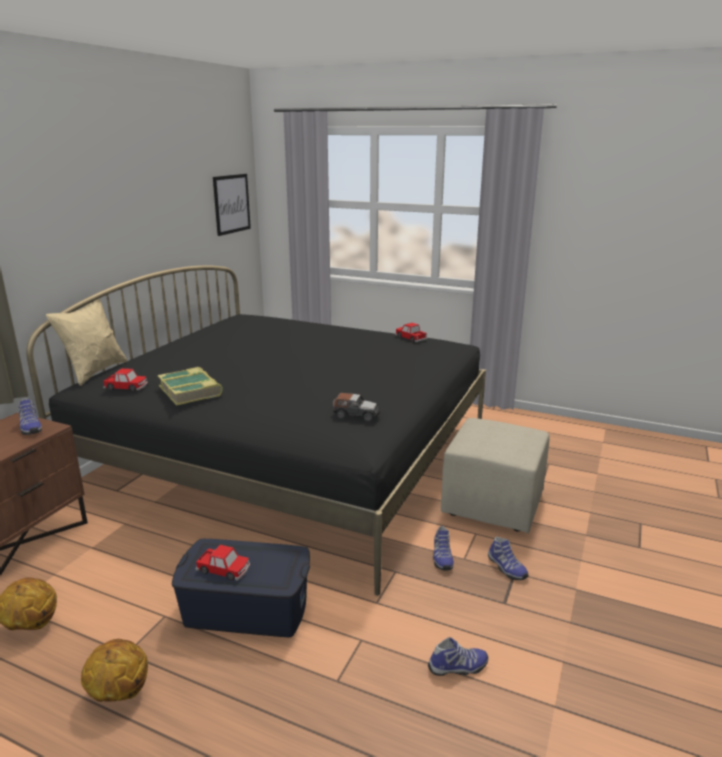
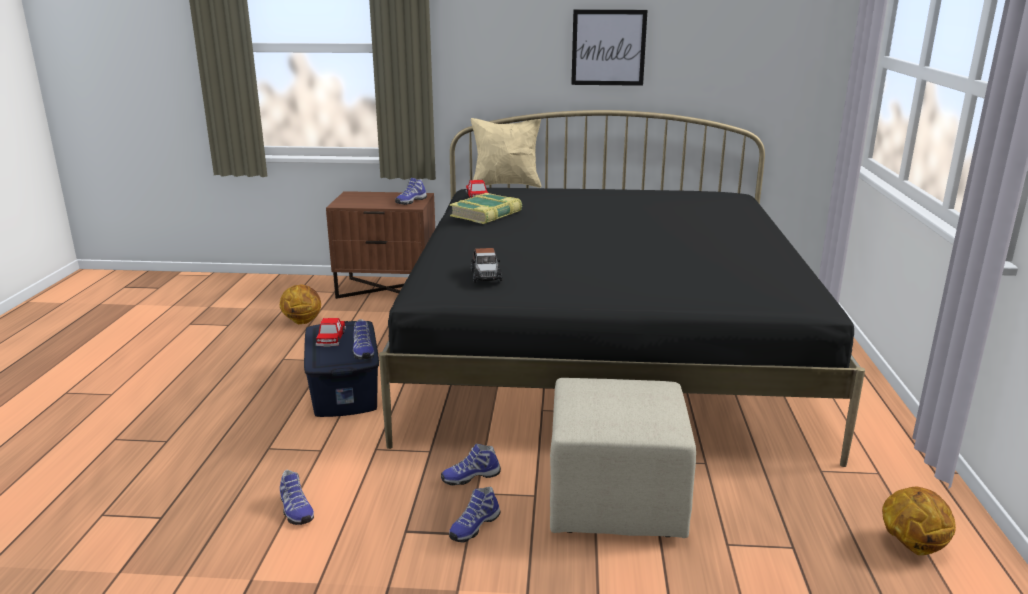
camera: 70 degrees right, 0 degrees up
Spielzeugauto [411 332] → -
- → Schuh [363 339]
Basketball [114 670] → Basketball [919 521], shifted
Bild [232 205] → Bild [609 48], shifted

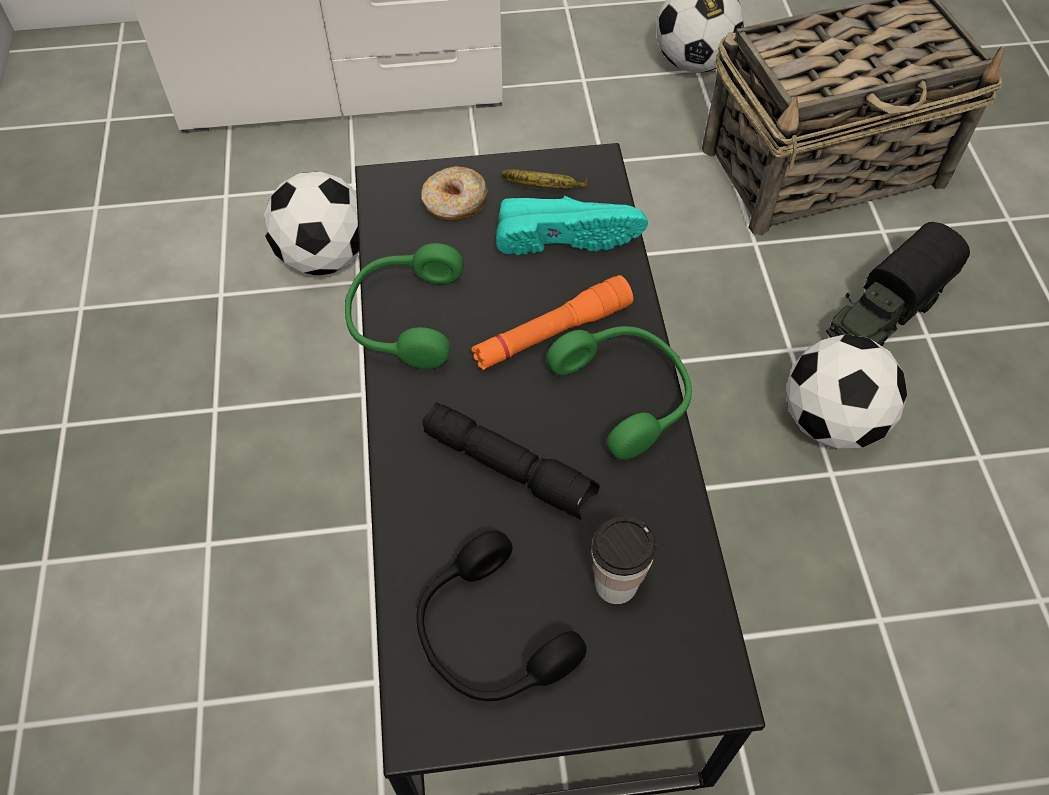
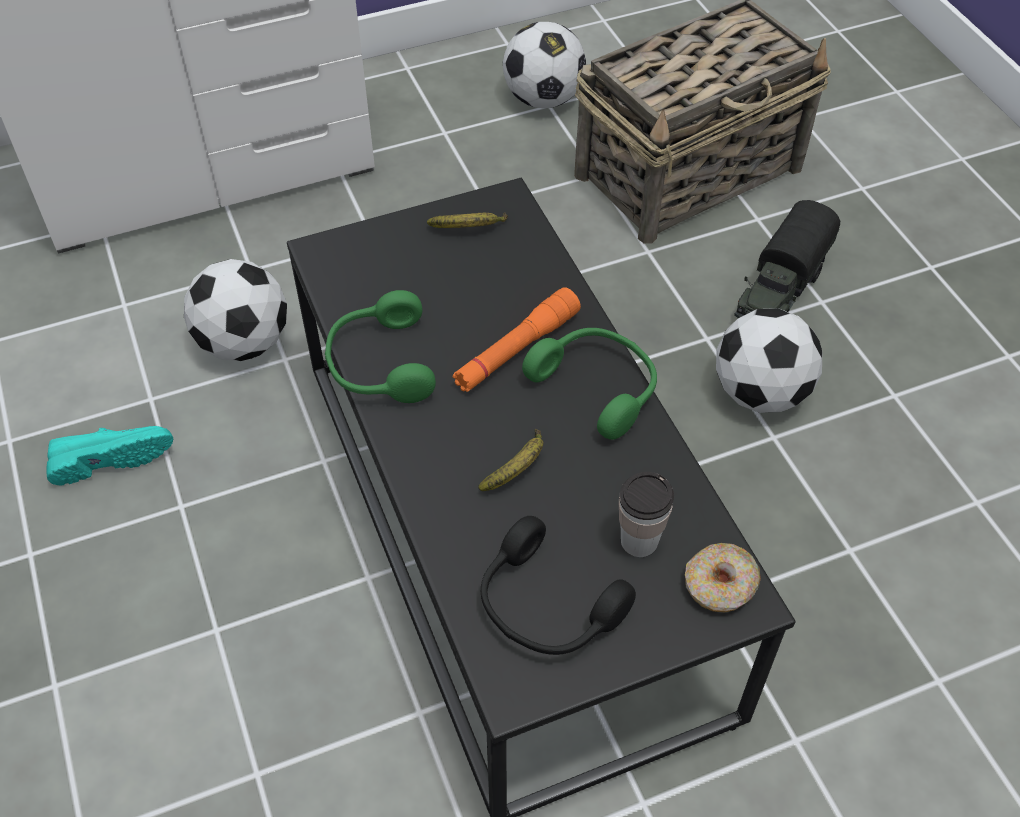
camera: 15 degrees left, 5 degrees down
Donut [454 193] → Donut [723 577], shifted
Schuh [türkis] [572 225] → Schuh [türkis] [109 455], shifted
Taschenlampe [schwarz] [511 461] → Banane [511 460]

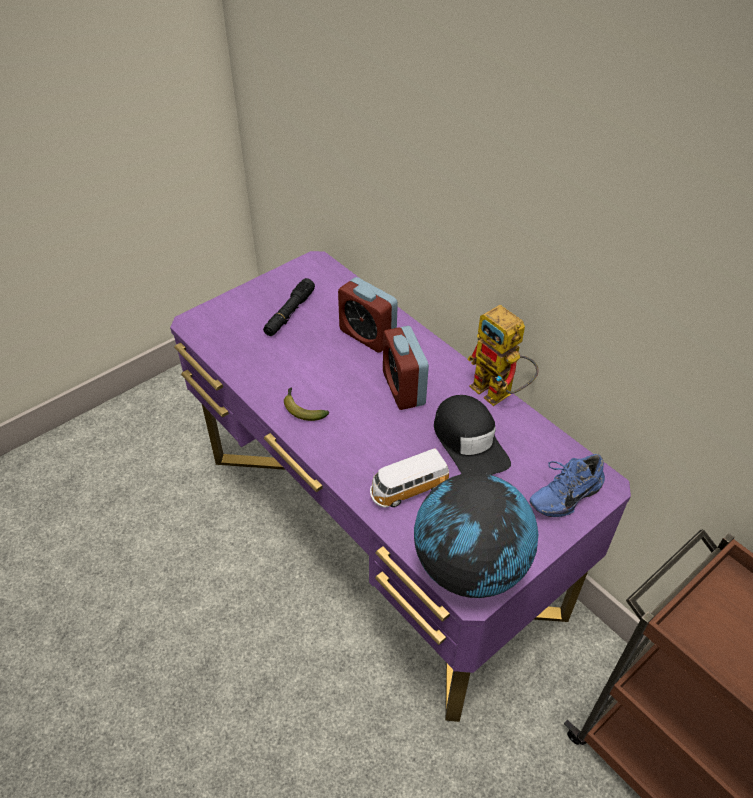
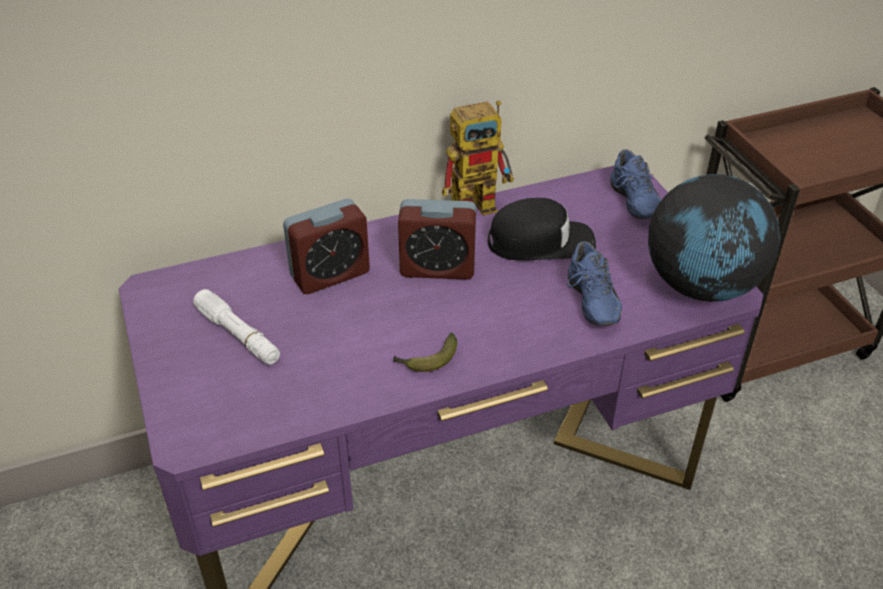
camera: 70 degrees left, 5 degrees down
Spielzeugauto [409 478] → Schuh [blau] [594 283]
Taschenlampe [schwarz] [289 307] → Taschenlampe [weiß] [236 327]

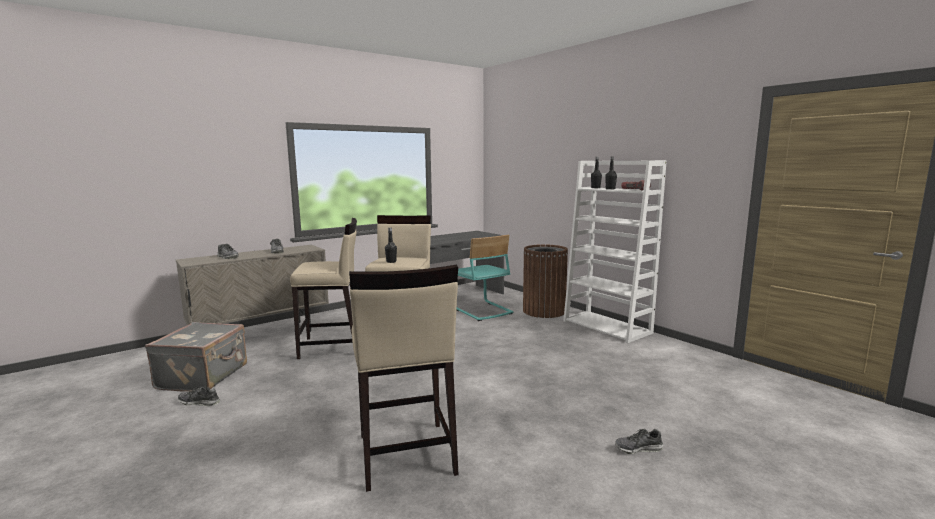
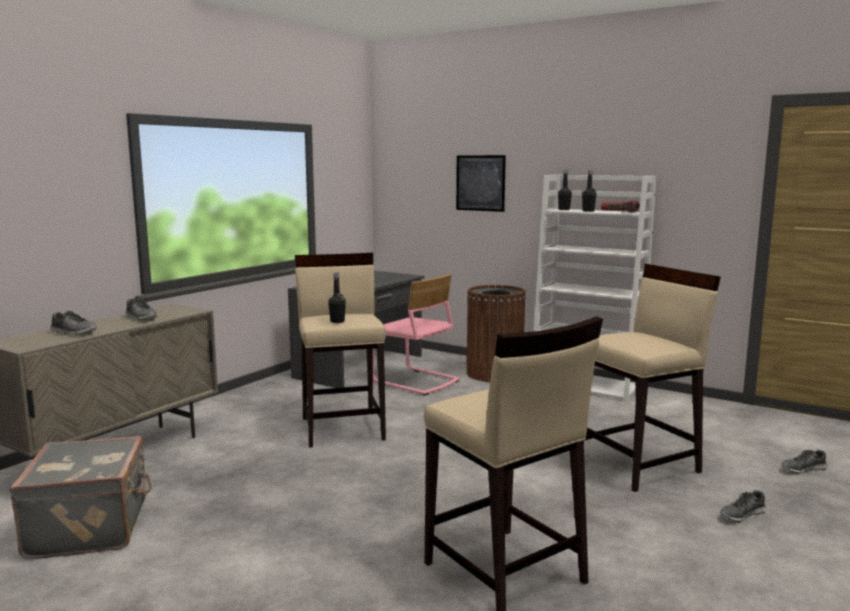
camera: 20 degrees left, 0 degrees up
- → Bild [481 183]
Schuh [199 396] → Schuh [804 461], shifted
Hocker [beige] [323 288] → Hocker [beige] [653 378], shifted
Stuhl [türkis] [485 278] → Stuhl [rosa] [416 335]

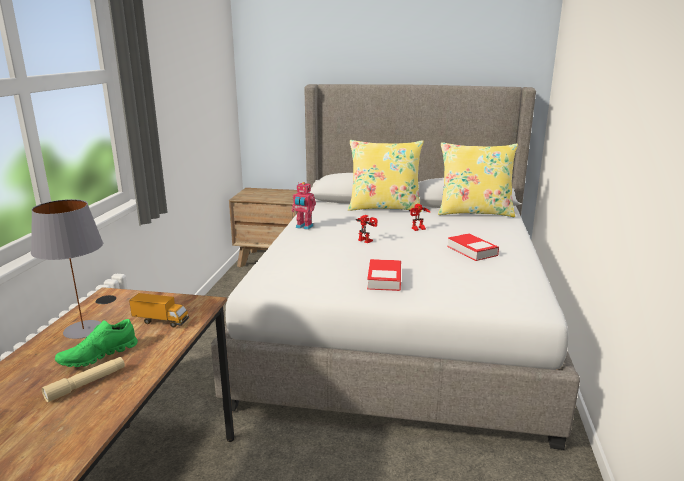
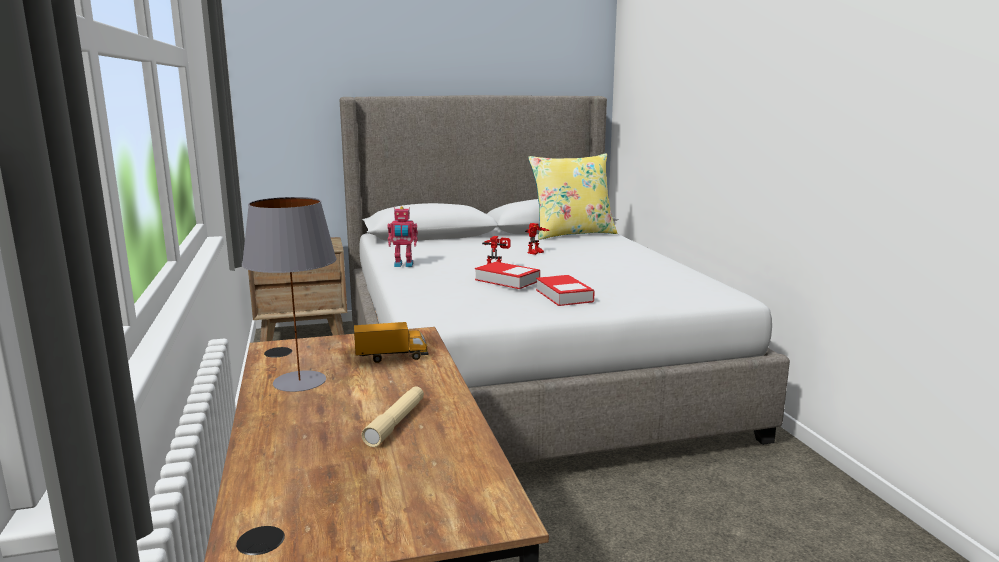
camera: 25 degrees left, 5 degrees down
Schuh [grün] [96 343] → -
Kissen [gelb] [386 176] → -
Buch [473 247] → Buch [507 275], shifted

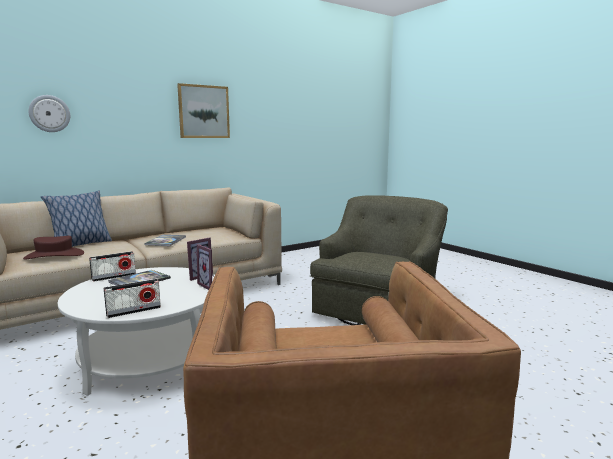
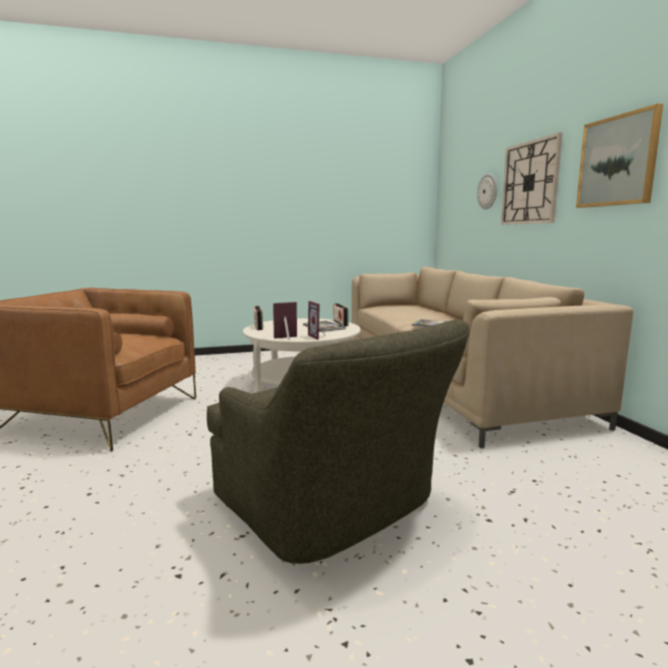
camera: 110 degrees right, 0 degrees up
Hut [braun] [53 248] → -
Kissen [76 219] → -
- → Wanduhr [532 178]

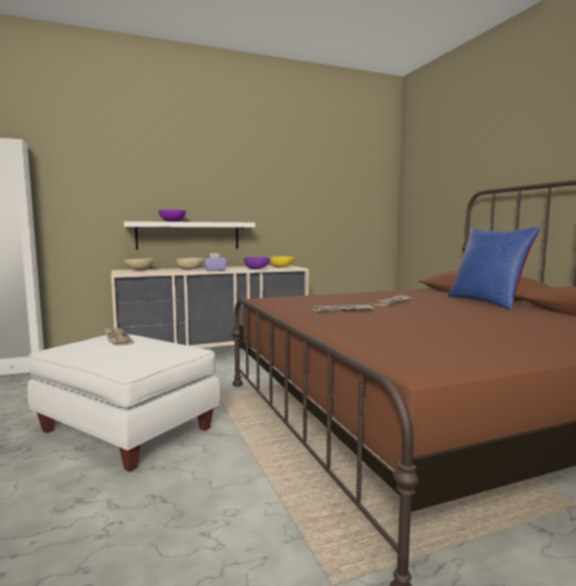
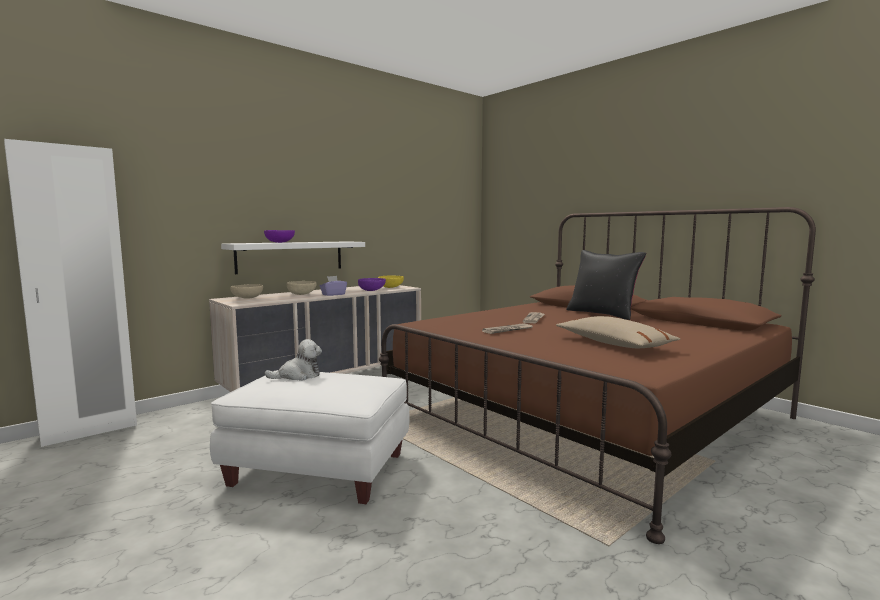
camera: 20 degrees left, 0 degrees up
- → Kissen [beige] [618 332]
Zeitung [119 337] → Plüschtier [293 360]
Kissen [blau] [494 268] → Kissen [schwarz] [606 285]

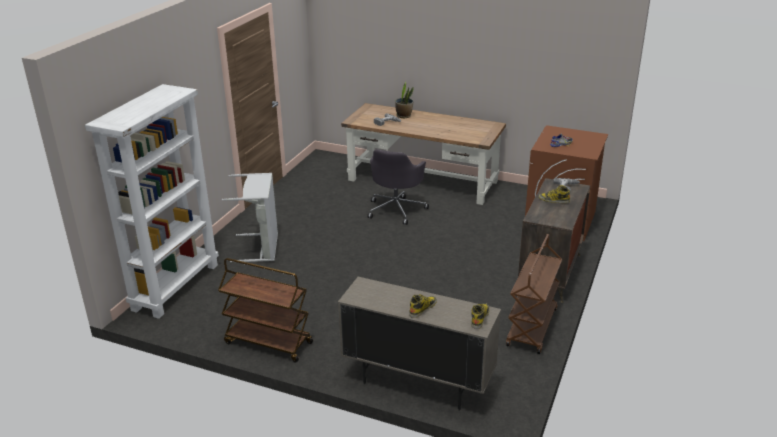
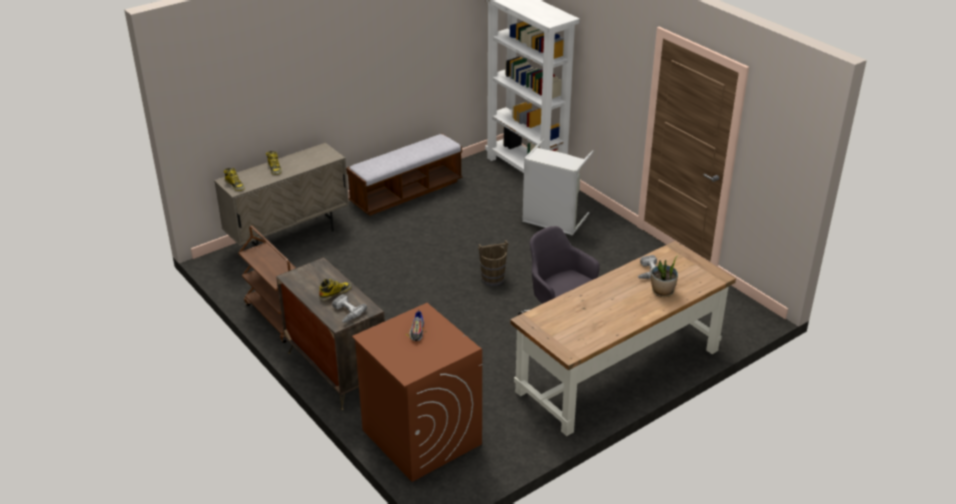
camera: 120 degrees right, 5 degrees up
- → Eimer [braun] [493 263]
Rollwagen [braun] [265 310] → Bank [404 174]

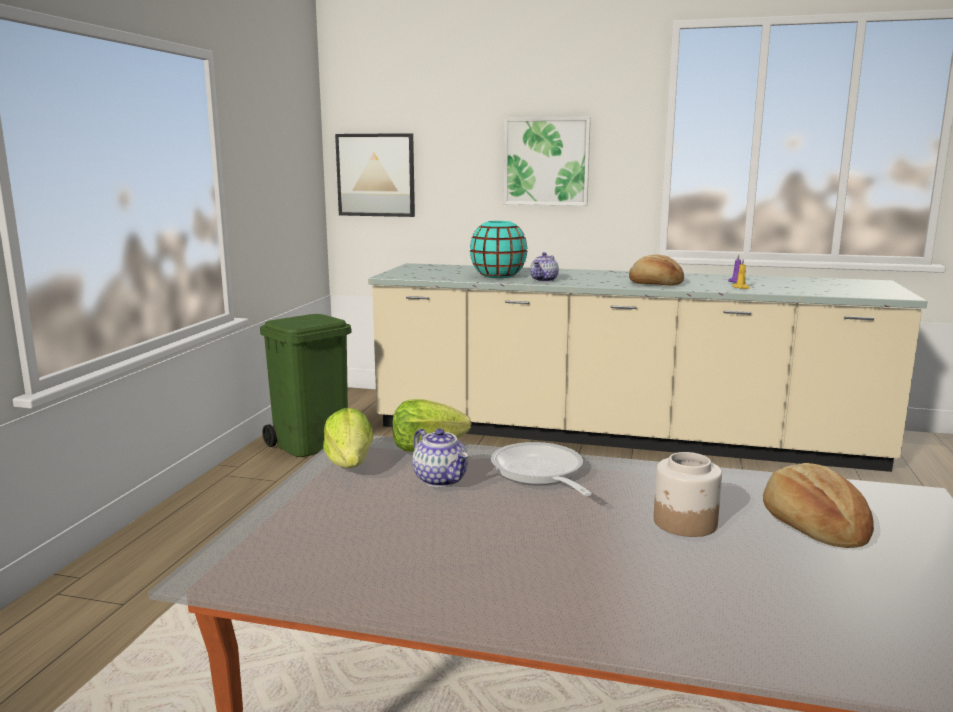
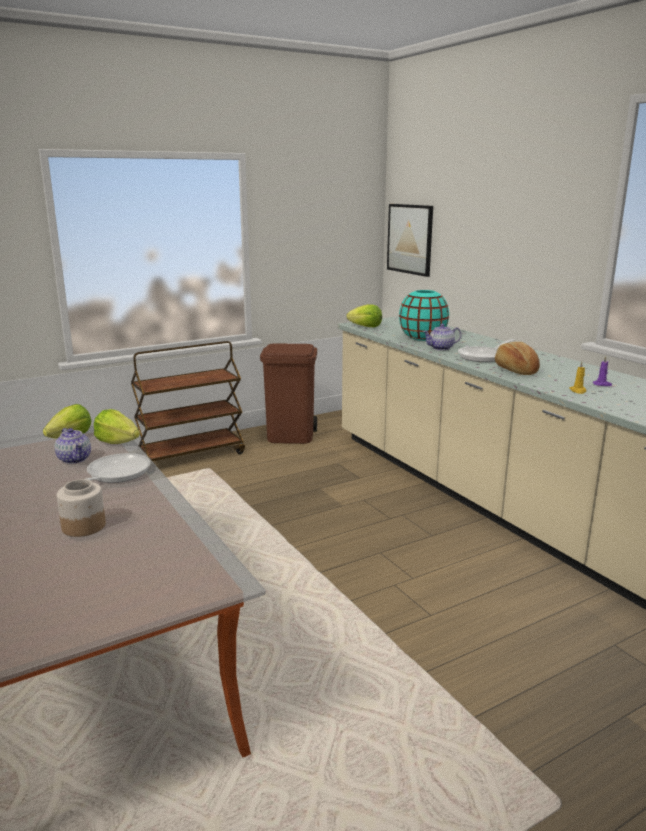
camera: 45 degrees right, 5 degrees up
Bild [547 161] → -
Brot [818 505] → -
- → Rollwagen [braun] [188 402]
- → Salatkopf [364 315]
- → Pfanne [486 350]
Mülleimer [grün] [305 385] → Mülleimer [braun] [288 394]
Teekanne [440 458] → Teekanne [73 446], 45 degrees counterclockwise

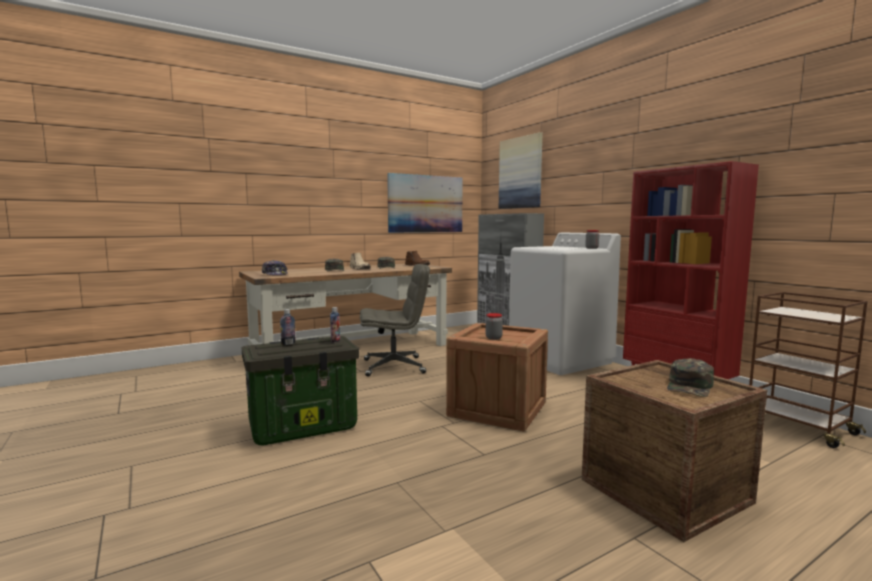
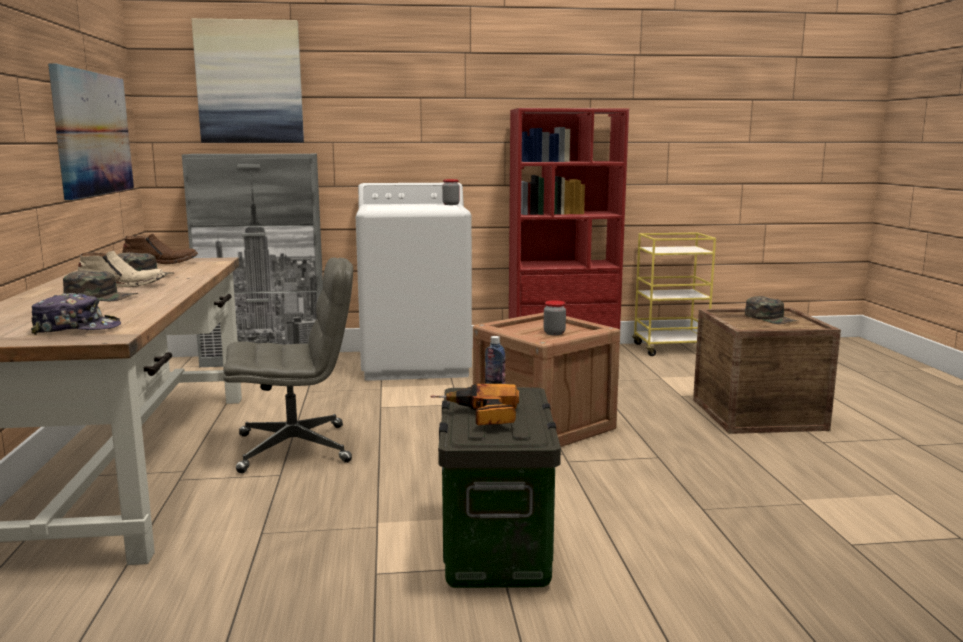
camera: 65 degrees left, 5 degrees up
Flasche [288 327] → Bohrmaschine [474 404]
Rollwagen [braun] [808 370] → Rollwagen [gelb] [674 294]
Bürostuhl [grau] [395 320] → Bürostuhl [grau] [288 365], 60 degrees clockwise

